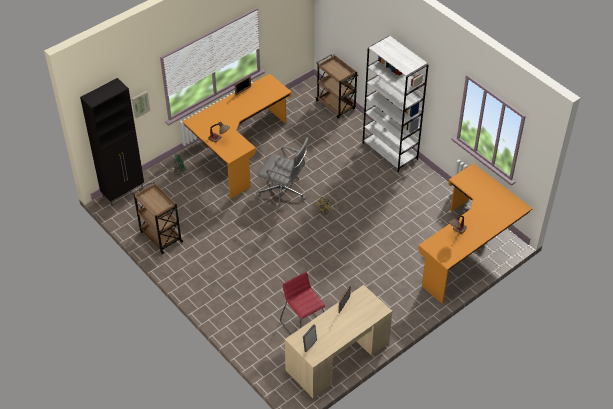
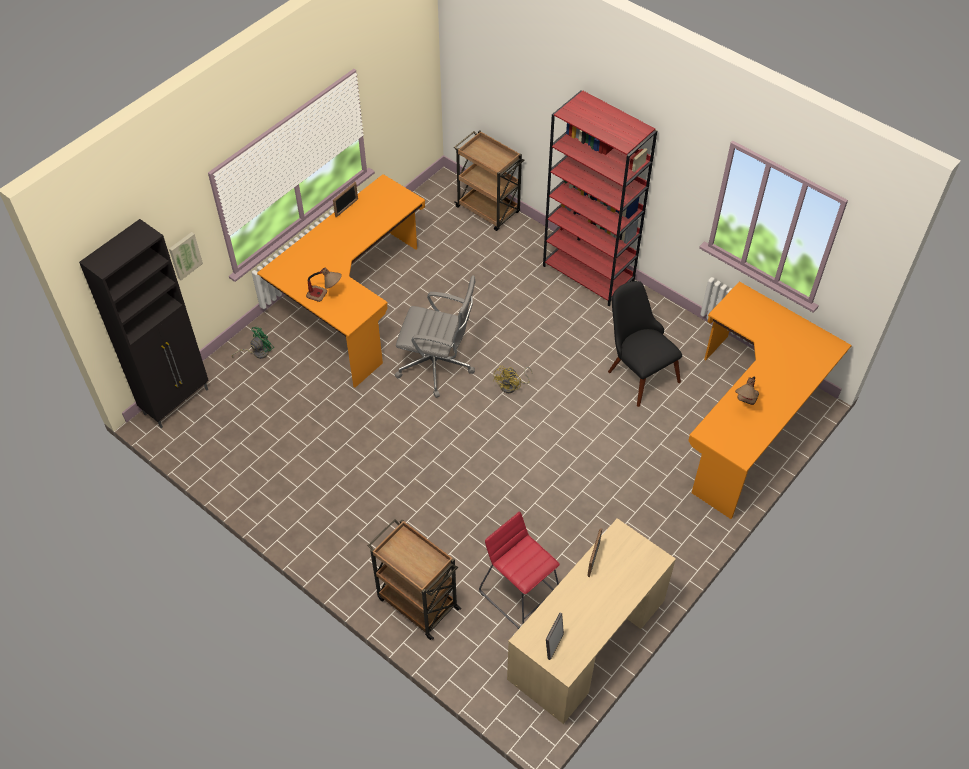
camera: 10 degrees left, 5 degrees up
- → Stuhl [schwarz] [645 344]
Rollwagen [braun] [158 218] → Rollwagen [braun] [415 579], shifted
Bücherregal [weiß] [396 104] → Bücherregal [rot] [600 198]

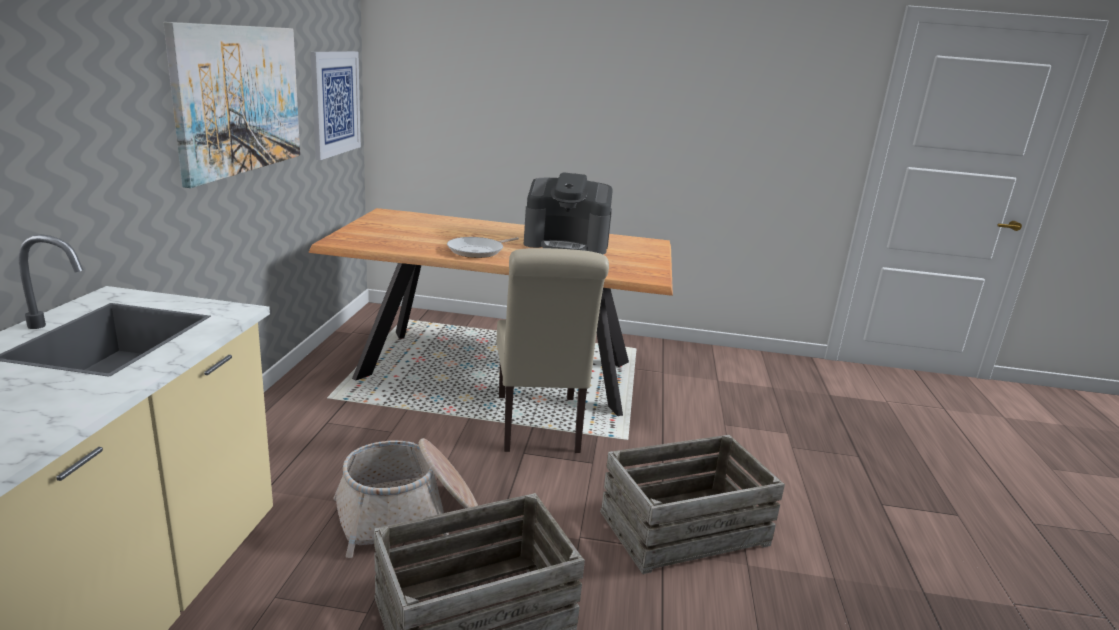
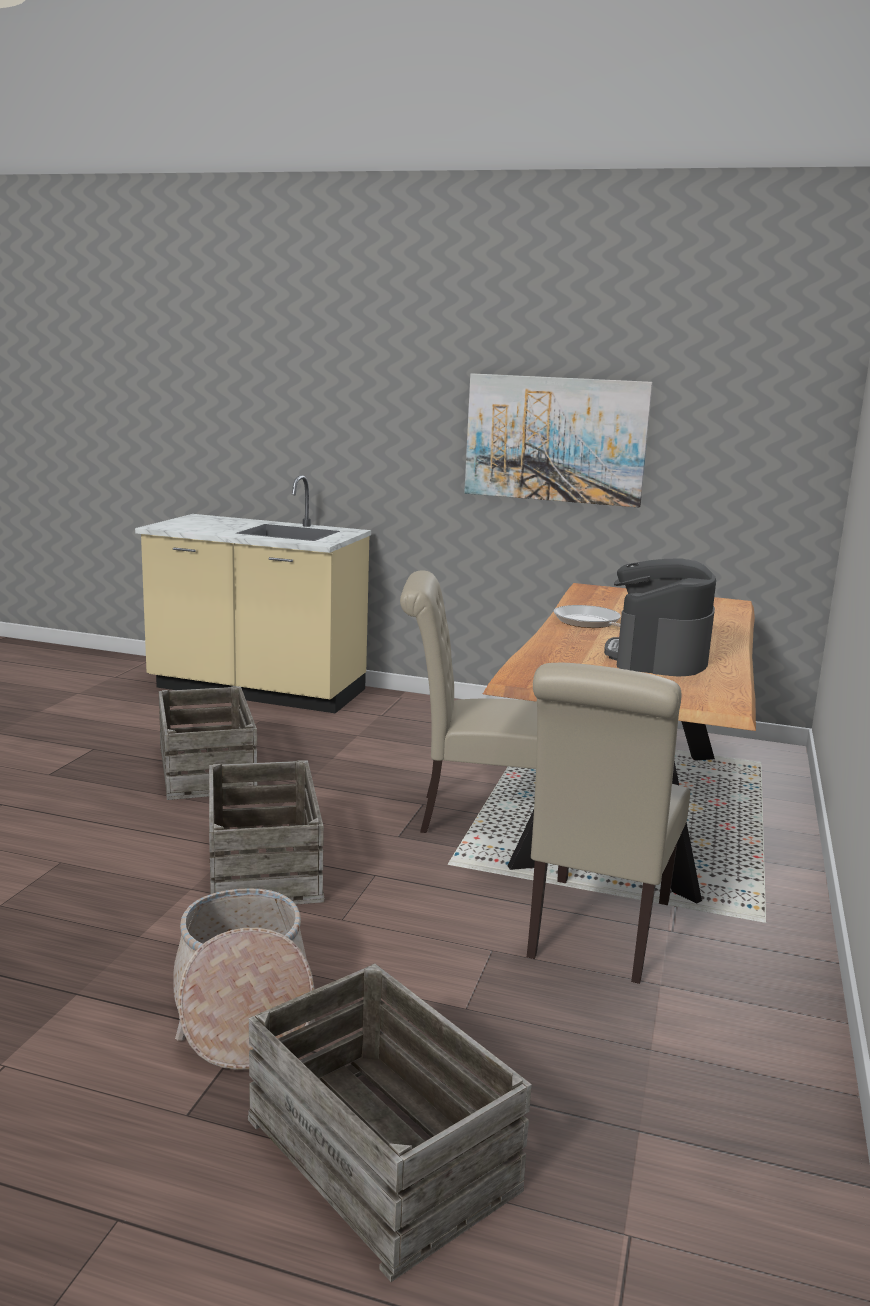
camera: 100 degrees right, 5 degrees down
Bild [336 105] → -
- → Kiste [390 1122]
- → Stuhl [beige] [608 823]
Korb [406 498] → Korb [244 979], shifted

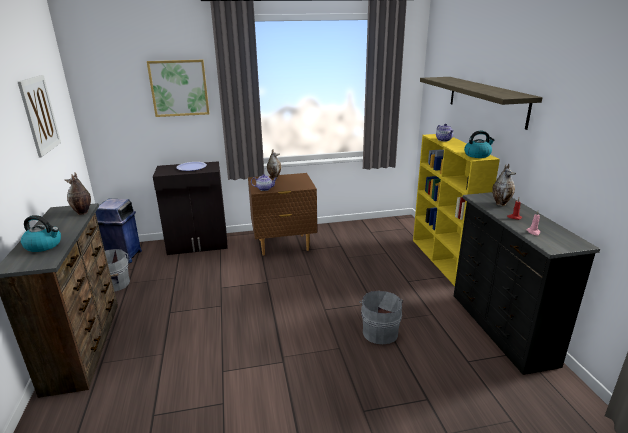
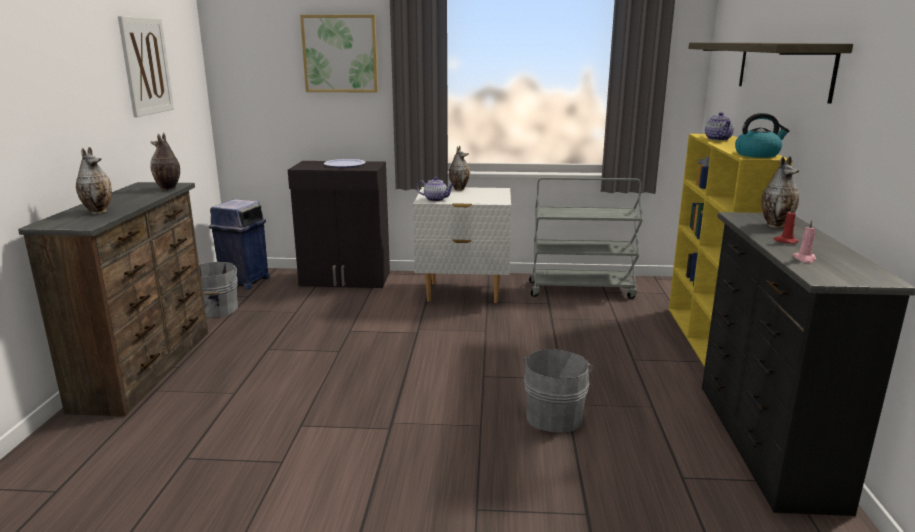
camera: 15 degrees right, 5 degrees down
- → Rollwagen [grau] [586 238]
Wasserkessel [41 233] → Vase [94 180]
Nachttisch [braun] [282 214] → Nachttisch [weiß] [462 245]

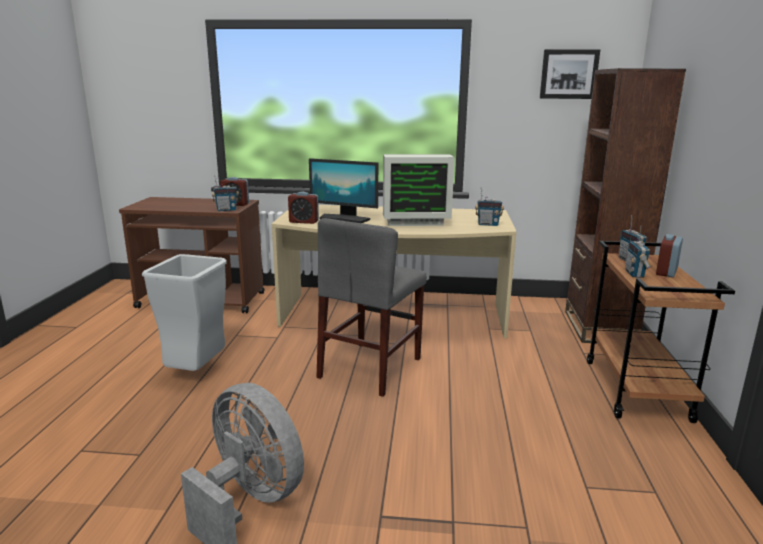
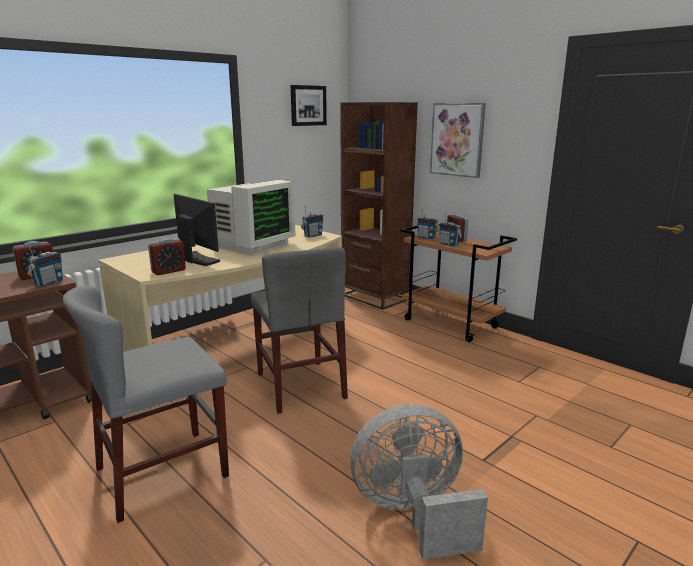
camera: 50 degrees left, 0 degrees up
- → Bild [458 140]
Mülleimer [grau] [184 312] → Stuhl [grau] [146 404]
Monitor [343 190] → Monitor [197 230], 105 degrees counterclockwise

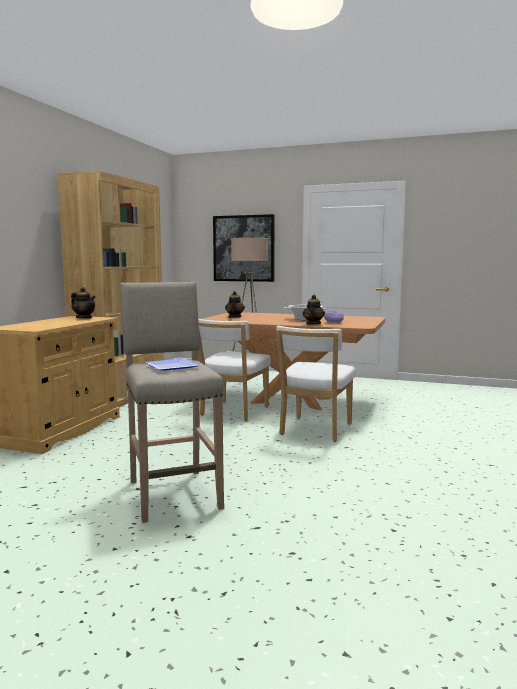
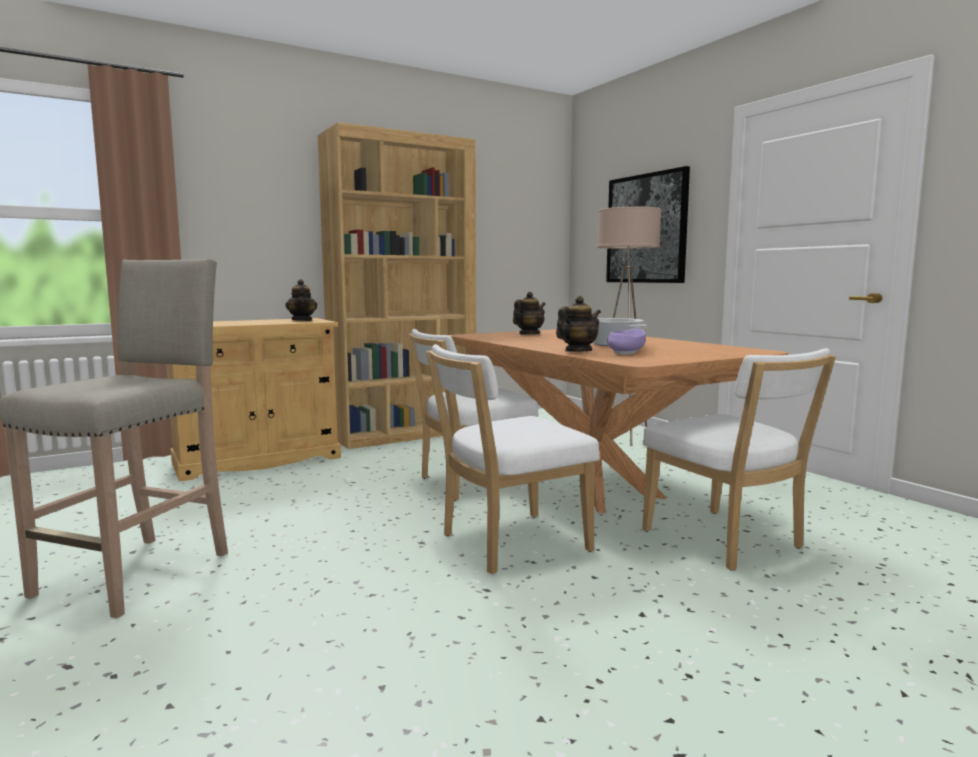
camera: 40 degrees right, 0 degrees up
Teller [172 364] → -
- → Stuhl [weiß] [739 459]

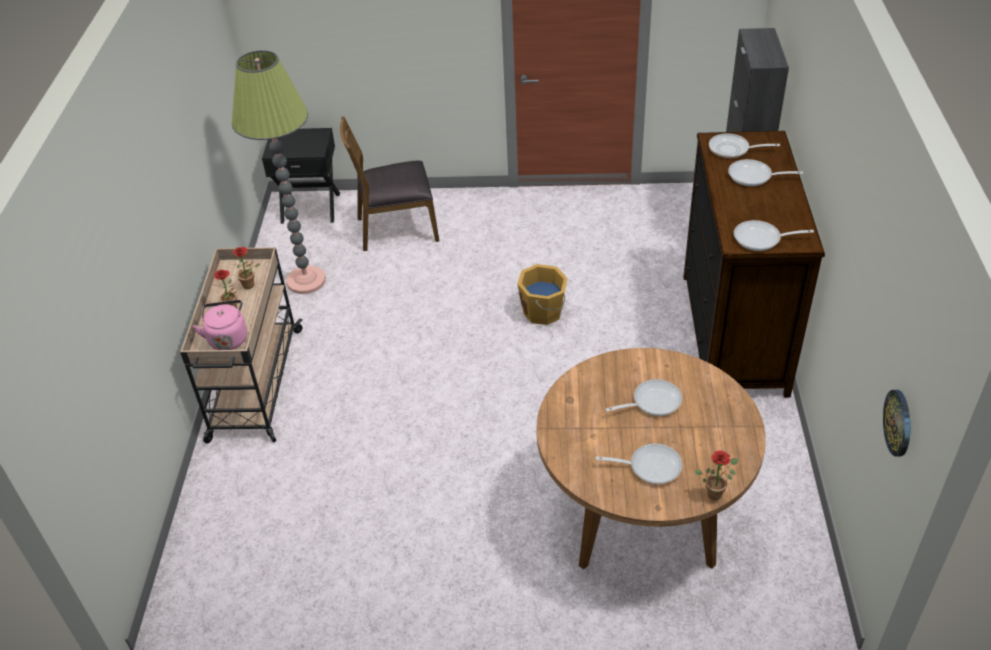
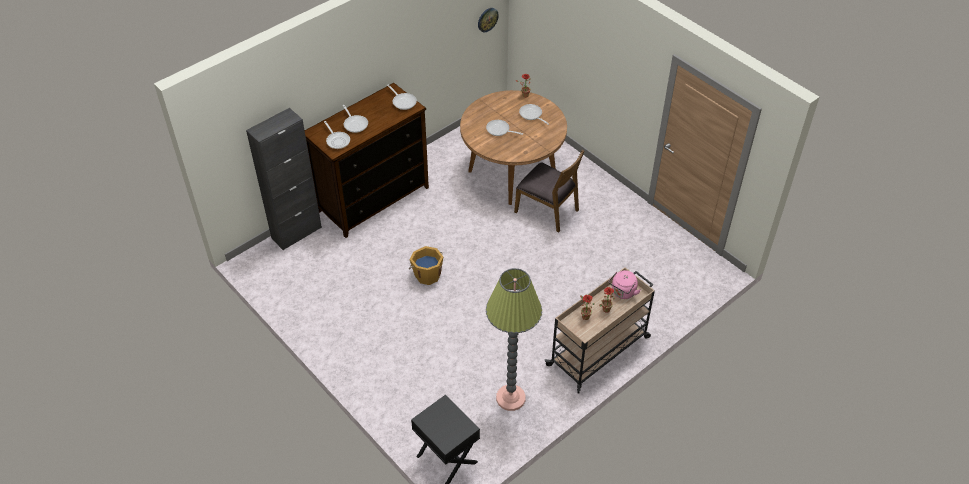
camera: 135 degrees left, 5 degrees up
Stuhl [braun] [390 183] → Stuhl [braun] [549 191], shifted

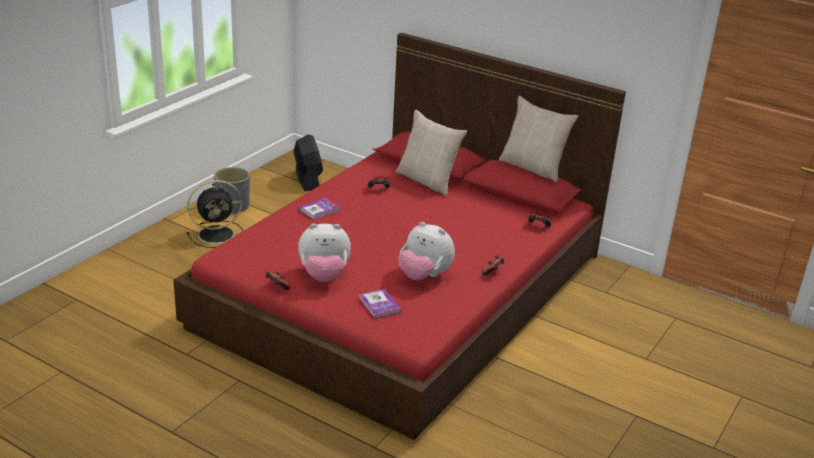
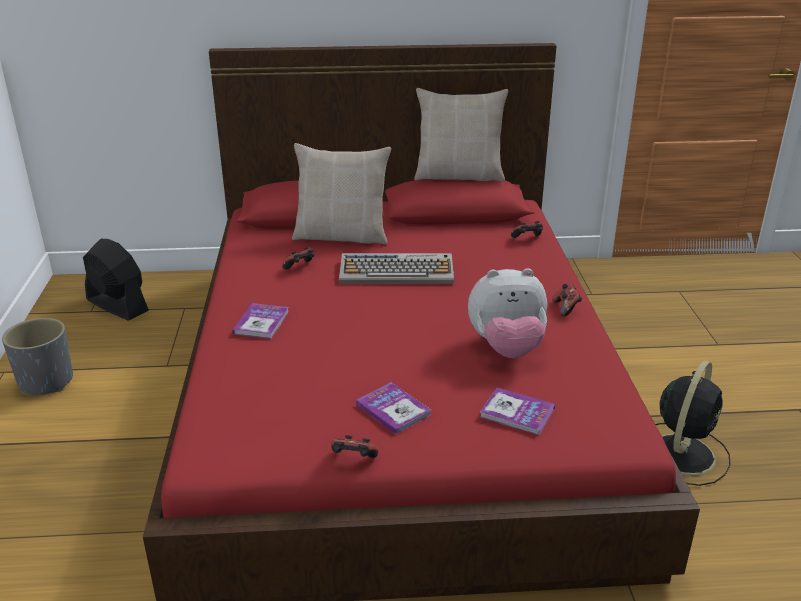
camera: 35 degrees left, 0 degrees up
- → Tastatur [396 268]
Ventilator [schwarz] [215 214] → Ventilator [schwarz] [692 423], shifted
Plüschtier [324 253] → Buch [393 408]

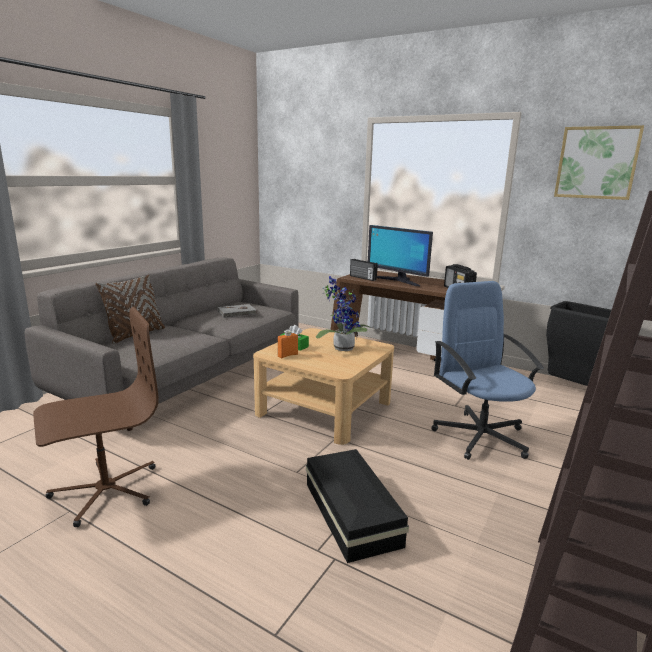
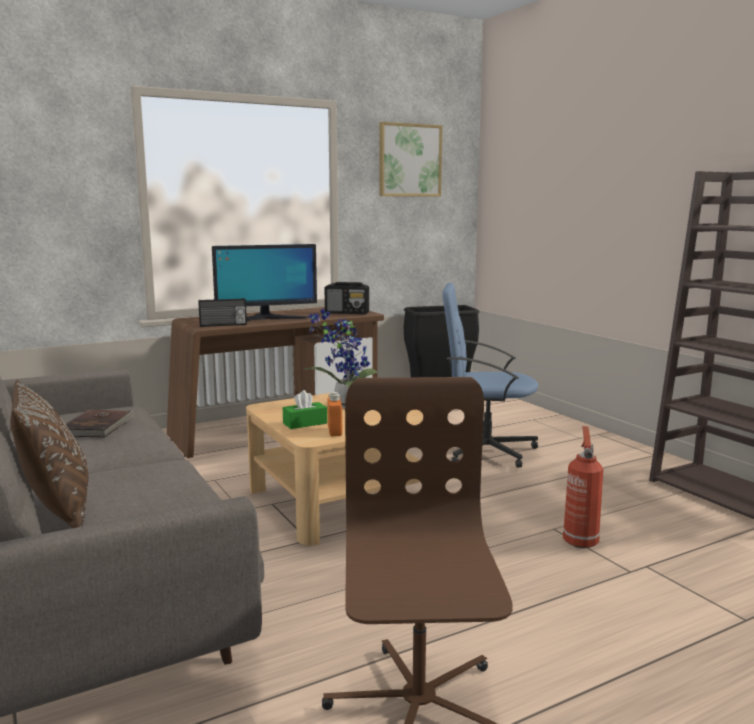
camera: 60 degrees left, 5 degrees down
Aufbewahrungsbox [schwarz] [357 506] → Feuerlöscher [583 487]
Buch [grau] [237 311] → Buch [braun] [100 423]

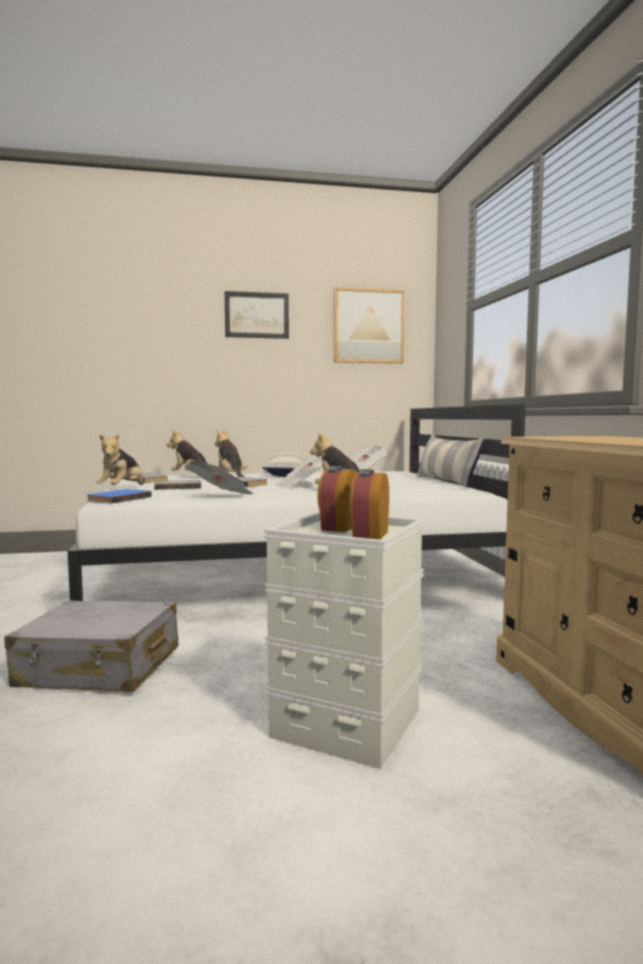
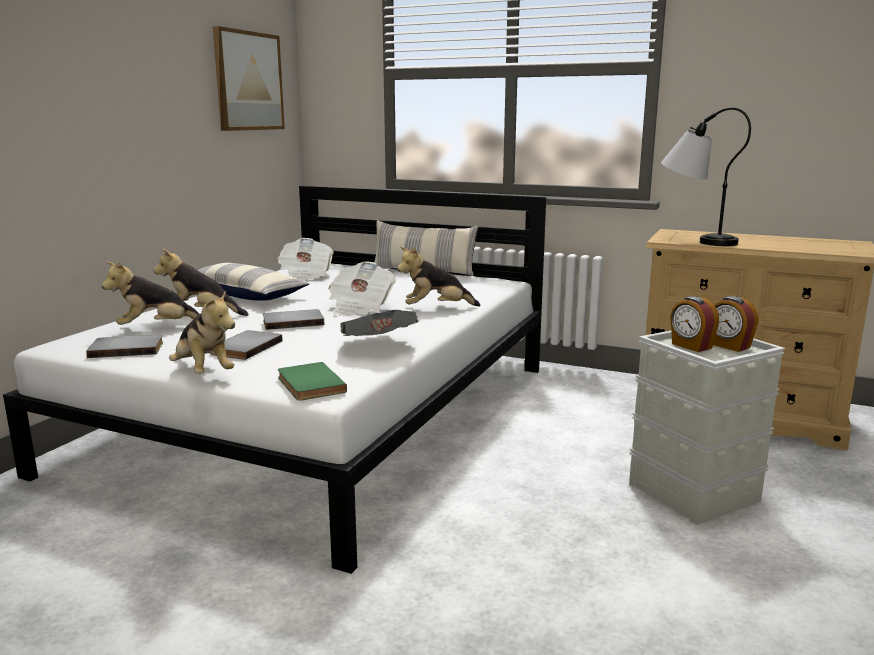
camera: 55 degrees left, 10 degrees up
Koffer [grau] [91 646] → -
Bild [256 315] → -
- → Tischlampe [706 176]
Buch [blau] [119 496] → Buch [grün] [312 381]

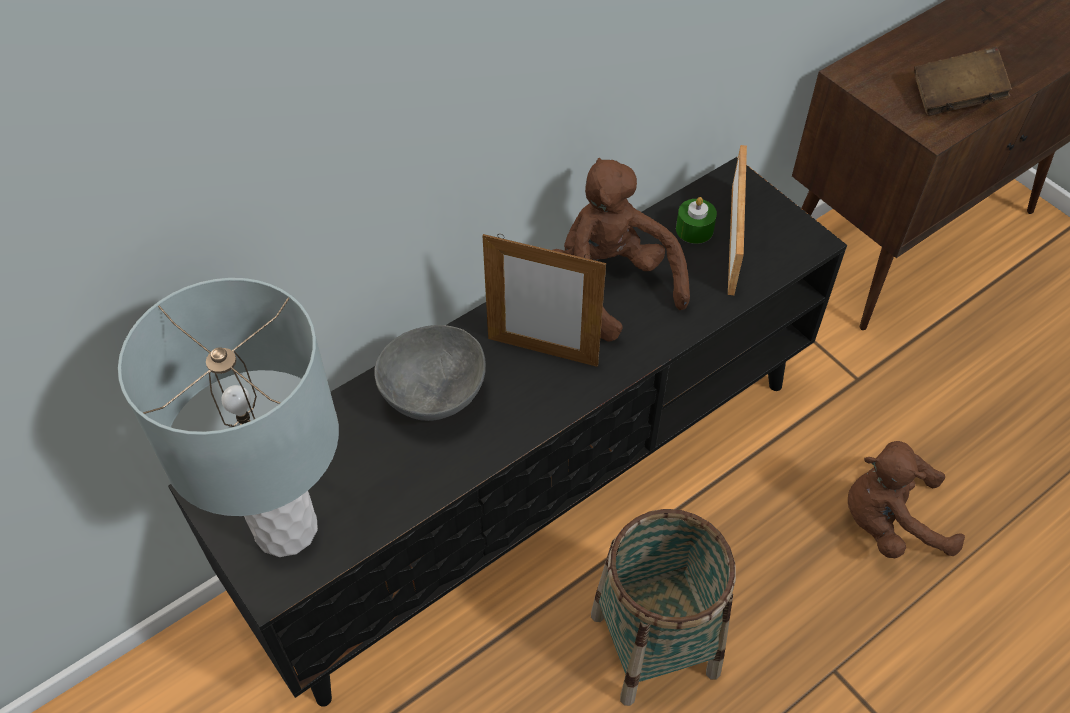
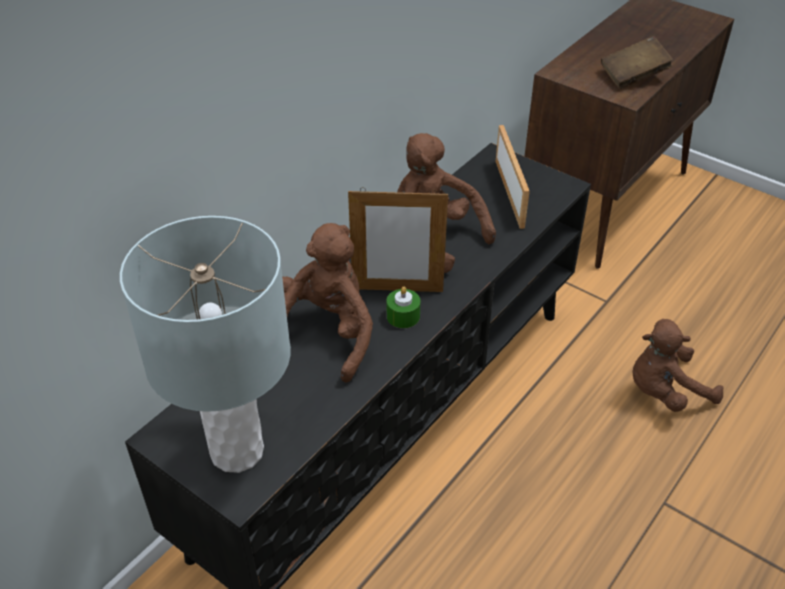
camera: 15 degrees left, 10 degrees down
Korb [663 607] → -
Kerze [grün] [696 220] → Kerze [grün] [404 307], shifted
Schüssel [grau] [430 373] → Plüschtier [braun] [327 303]

